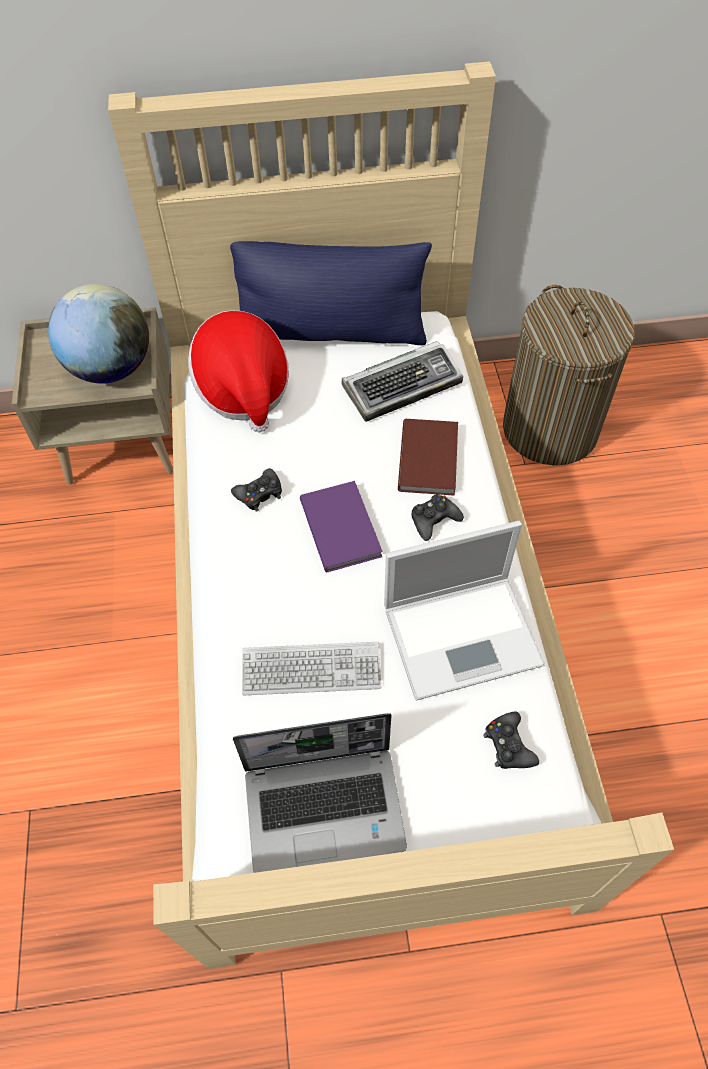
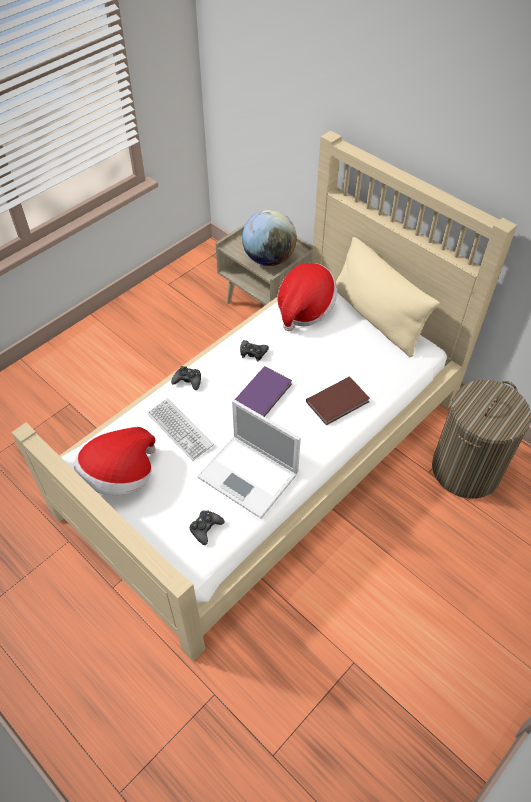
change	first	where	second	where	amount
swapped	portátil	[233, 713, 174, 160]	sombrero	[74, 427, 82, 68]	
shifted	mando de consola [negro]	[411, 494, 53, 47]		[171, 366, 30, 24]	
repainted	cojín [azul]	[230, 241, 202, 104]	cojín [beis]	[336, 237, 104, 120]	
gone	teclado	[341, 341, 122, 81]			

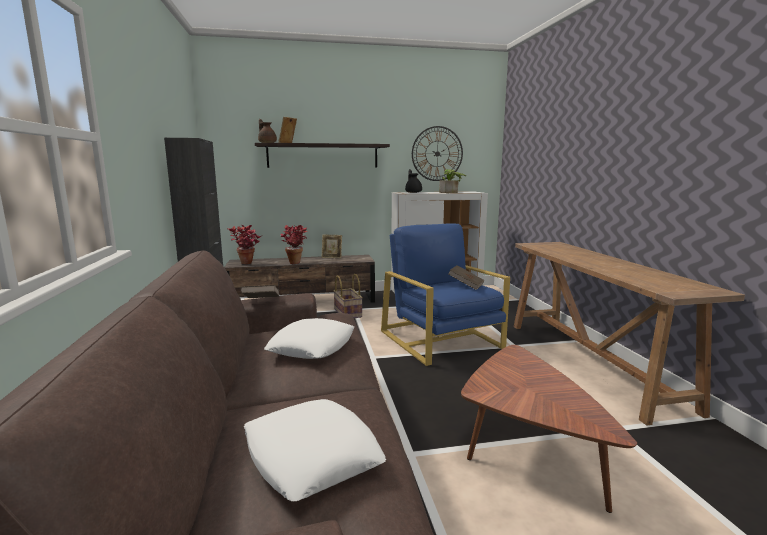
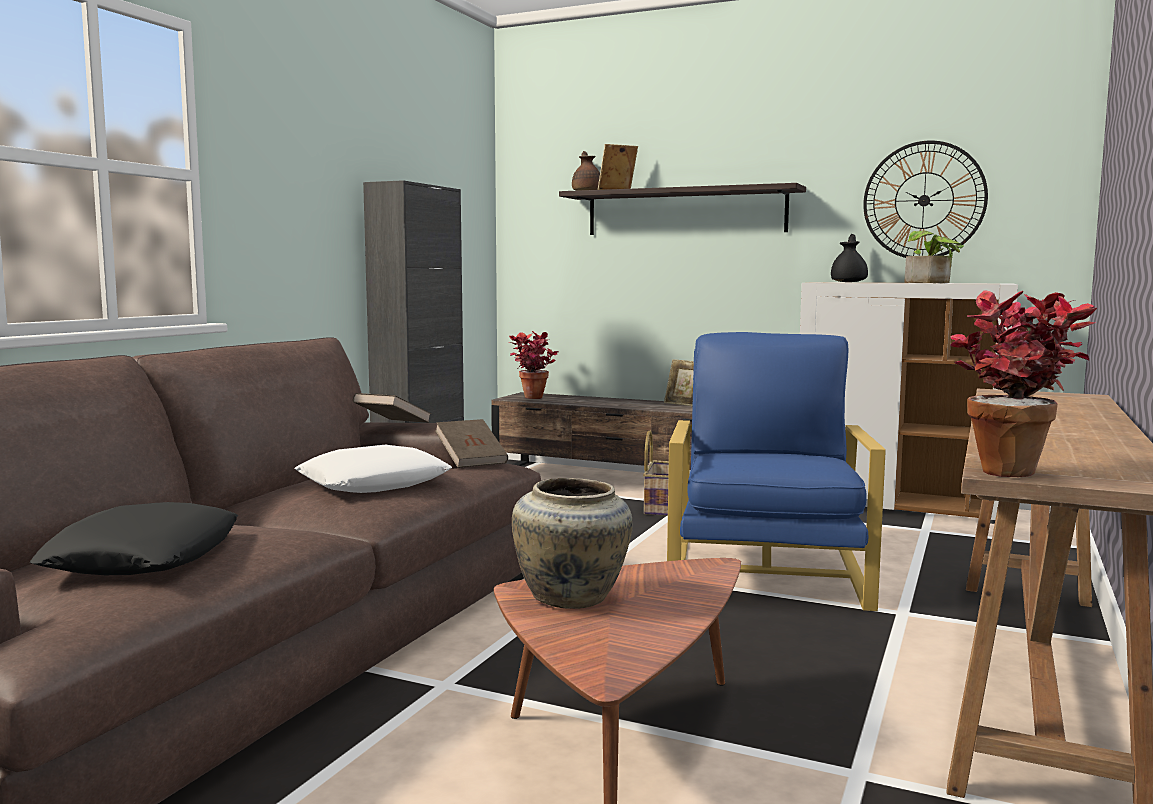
change	first	where	second	where	amount
repainted	cojín [blanco]	[244, 399, 142, 102]	cojín [negro]	[30, 502, 208, 73]	
shifted	libro [marrón]	[448, 265, 36, 25]		[435, 419, 73, 49]	
new			florero [beis]	[512, 478, 121, 131]	
shifted	planta en maceta	[280, 225, 27, 39]		[950, 290, 147, 187]	

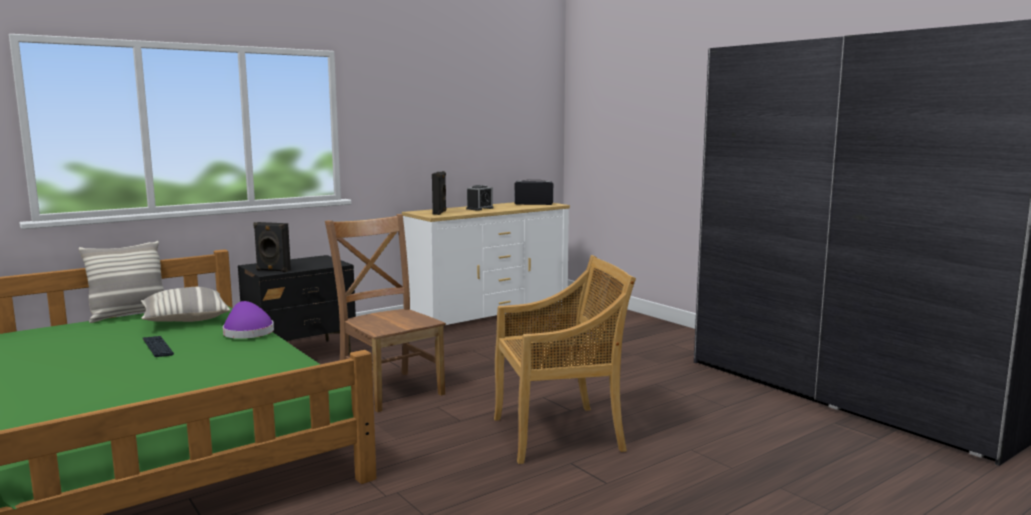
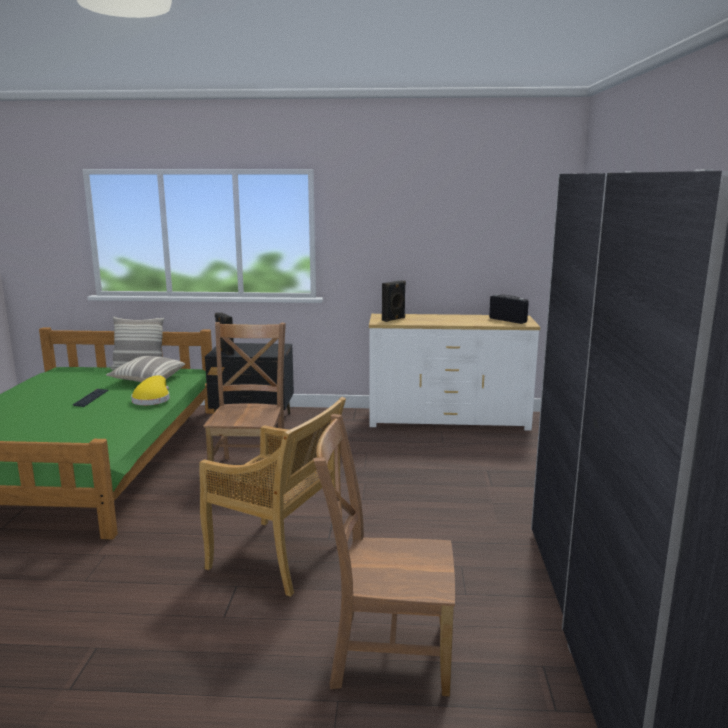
change	first	where	second	where	amount
repainted	sombrero [morado]	[223, 301, 51, 38]	sombrero [amarillo]	[131, 375, 39, 30]	
new			silla [marrón]	[313, 414, 142, 282]	
gone	despertador	[466, 185, 28, 26]			

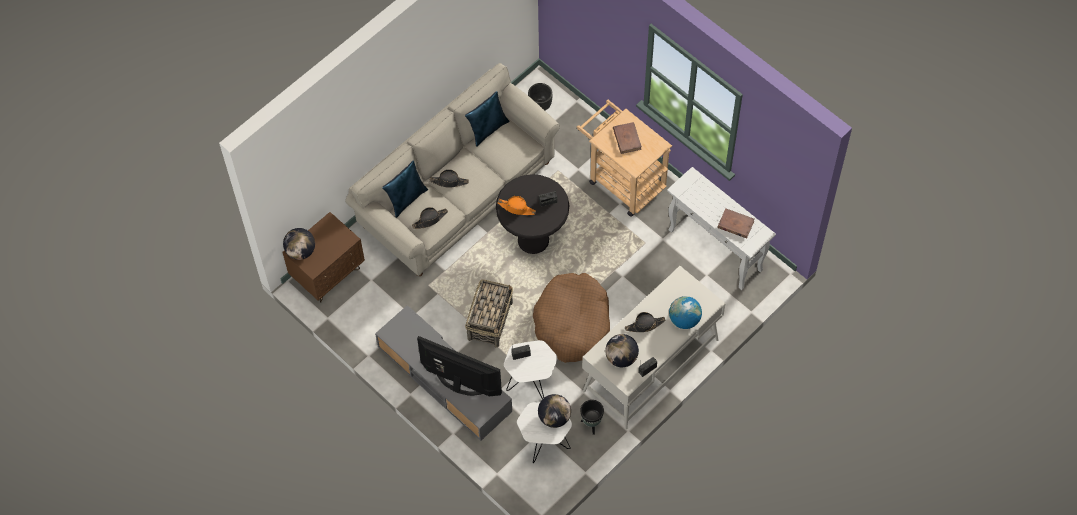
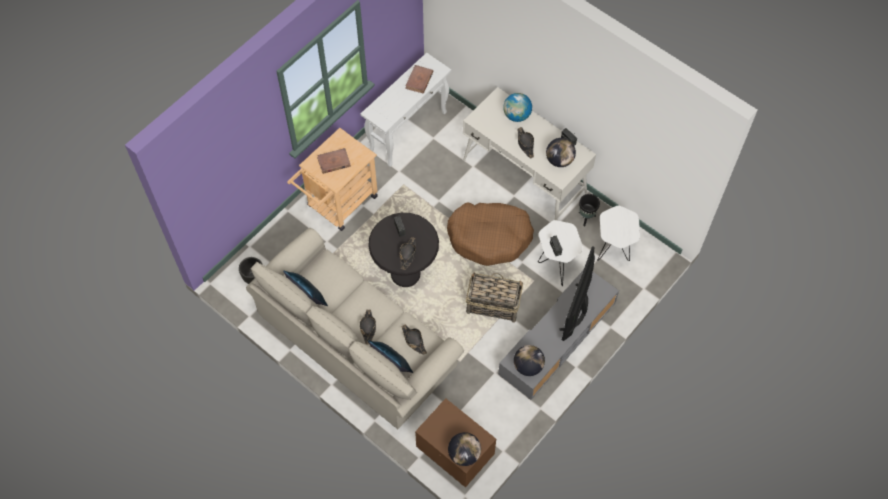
change	first	where	second	where	amount
repainted	sombrero [naranja]	[497, 196, 39, 19]	sombrero [negro]	[400, 237, 16, 33]	
shifted	globo terráqueo	[538, 394, 33, 34]		[514, 345, 31, 31]	

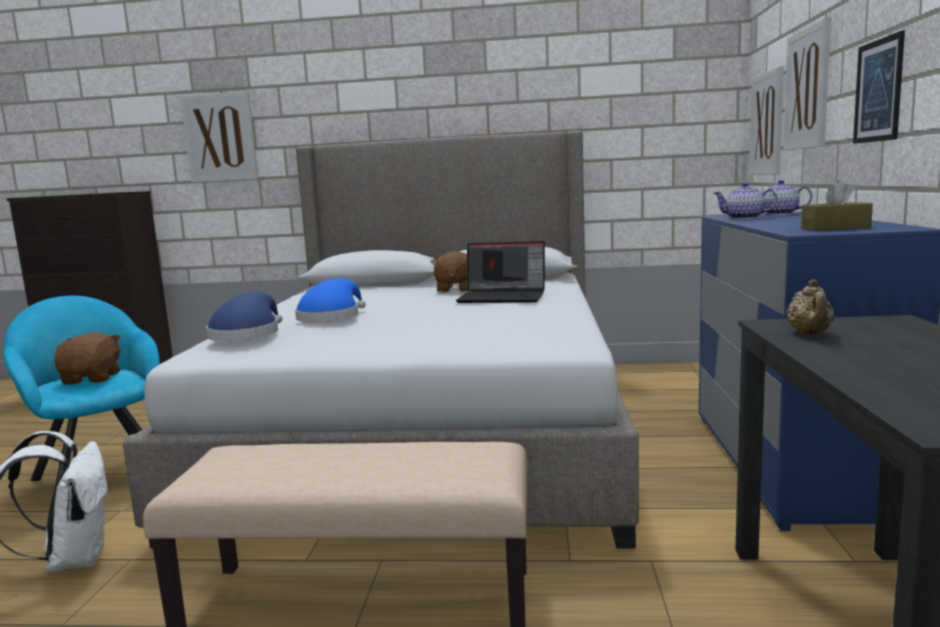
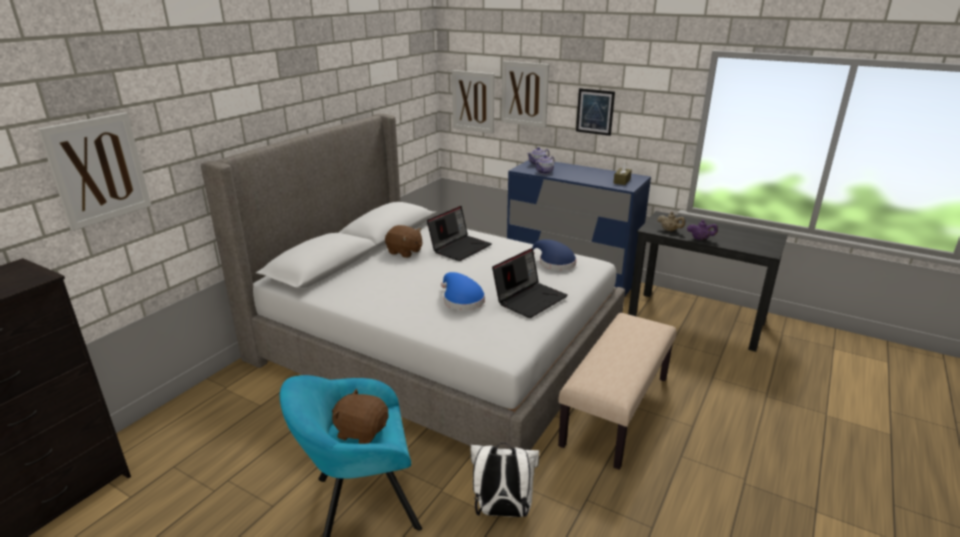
change	first	where	second	where	amount
new			portátil	[492, 248, 76, 70]	
shifted	sombrero [azul]	[206, 291, 76, 50]		[532, 239, 44, 31]	
new			tetera [morado]	[687, 220, 31, 20]	

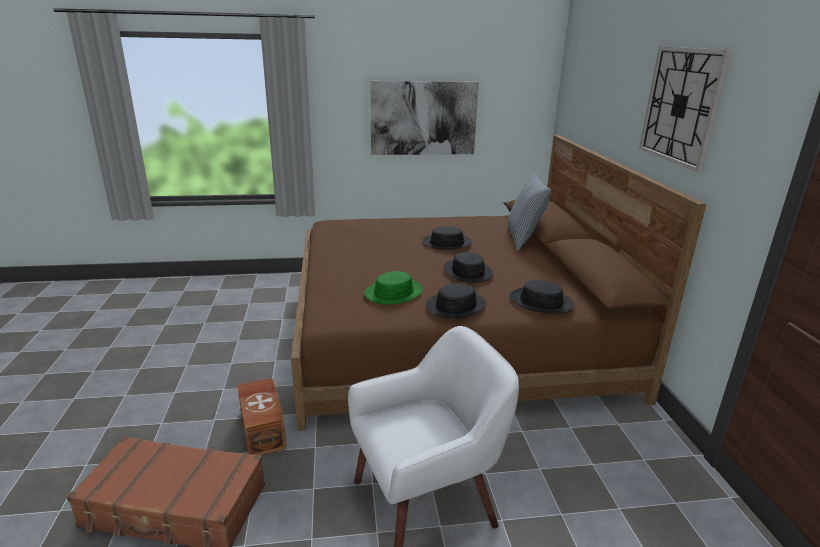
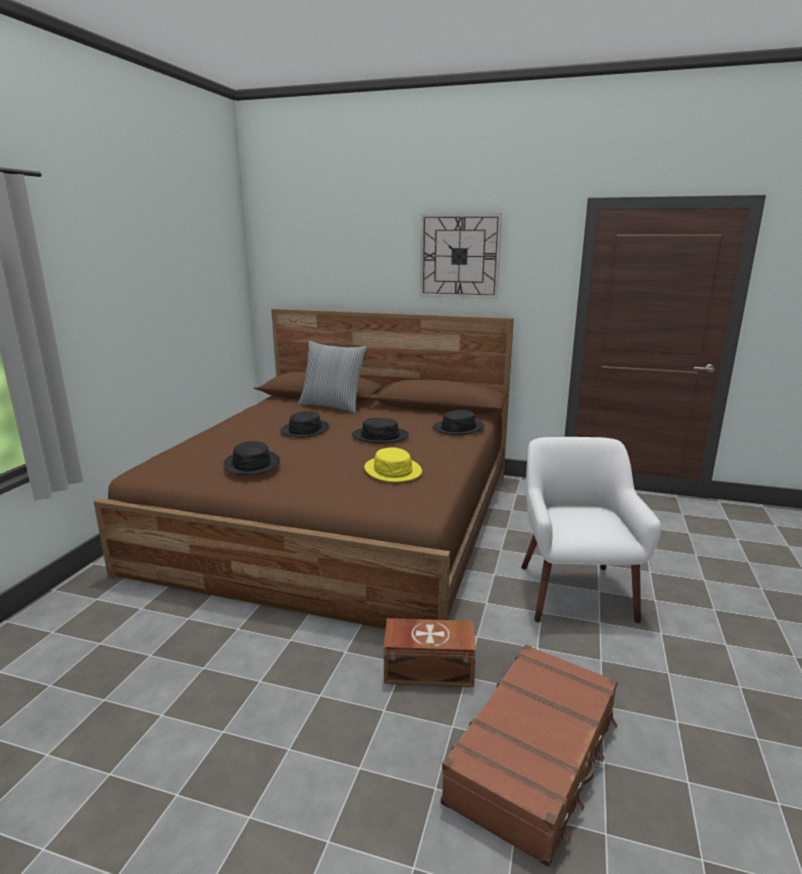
change	first	where	second	where	amount
shifted	sombrero [negro]	[426, 283, 61, 36]		[223, 441, 57, 34]	
repainted	sombrero [verde]	[364, 271, 59, 33]	sombrero [amarillo]	[364, 447, 58, 35]	
gone	cuadro	[370, 81, 109, 74]			

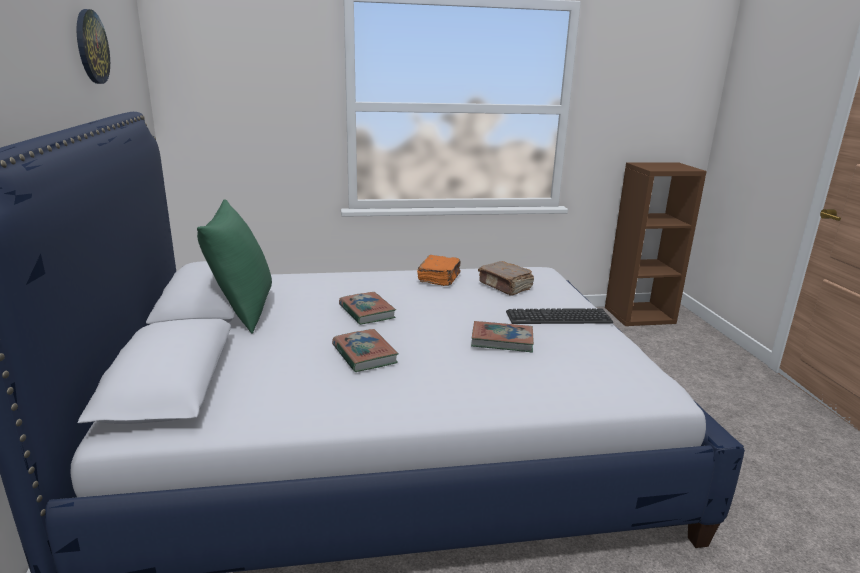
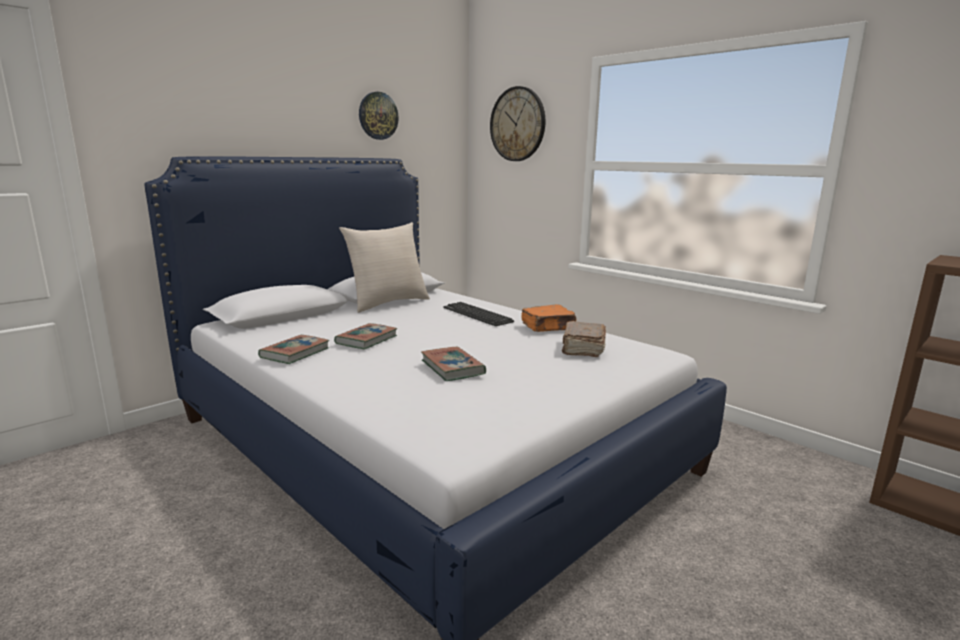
change	first	where	second	where	amount
shifted	libro	[339, 292, 57, 33]		[258, 335, 71, 29]	
repainted	cojín [verde]	[197, 200, 75, 134]	cojín [beis]	[339, 222, 91, 91]	
shifted	teclado	[506, 308, 107, 16]		[443, 302, 71, 24]	
new			reloj de pared	[490, 86, 55, 75]	

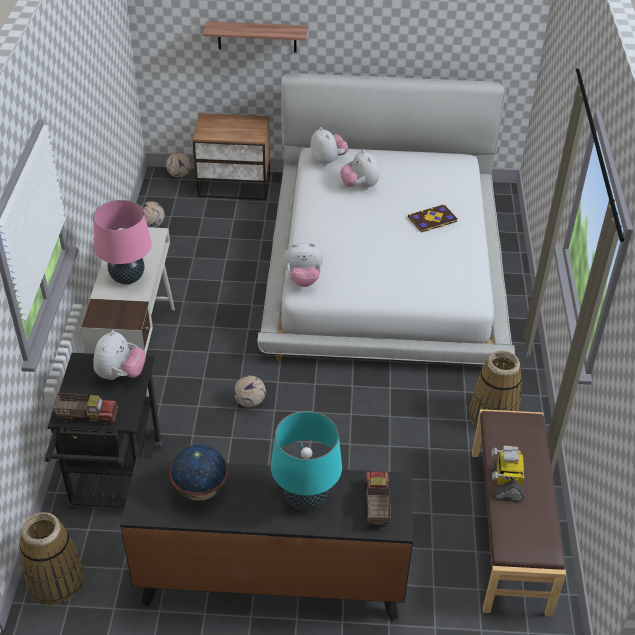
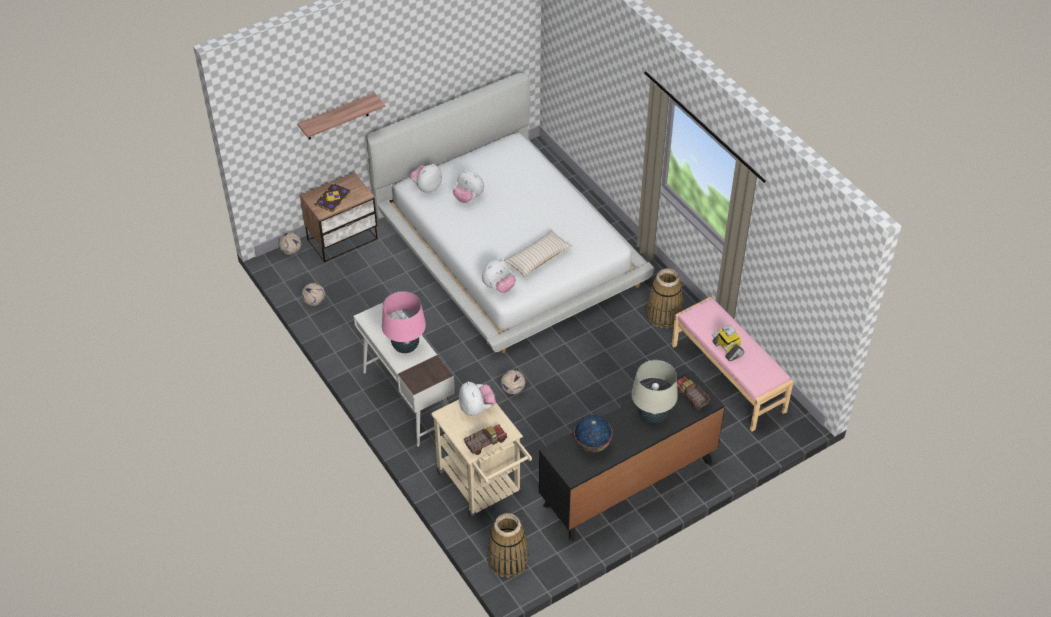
change	first	where	second	where	amount
shifted	libro	[408, 204, 50, 28]		[314, 183, 37, 29]	
rotated	peluche	[310, 127, 38, 39]		[410, 164, 32, 29]	75 degrees counterclockwise
repainted	carrito [negro]	[45, 353, 118, 156]	carrito [beis]	[431, 399, 101, 119]	
new			cojín [beis]	[505, 230, 67, 47]	
repainted	lámpara de mesa [turquesa]	[271, 411, 71, 100]	lámpara de mesa [beis]	[631, 360, 47, 64]	
repainted	banco [marrón]	[472, 409, 94, 208]	banco [rosa]	[672, 297, 122, 135]	

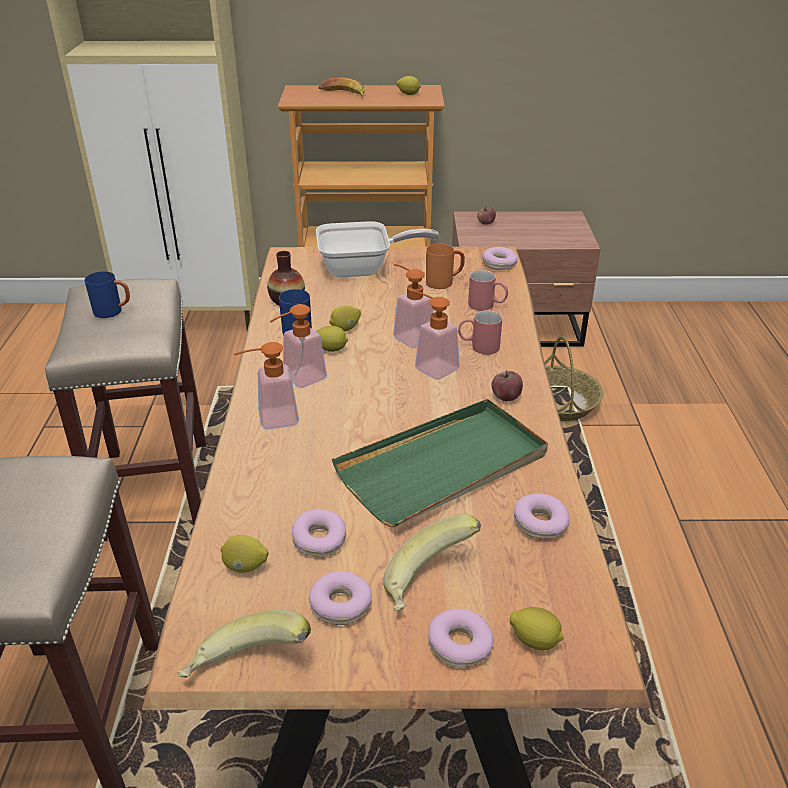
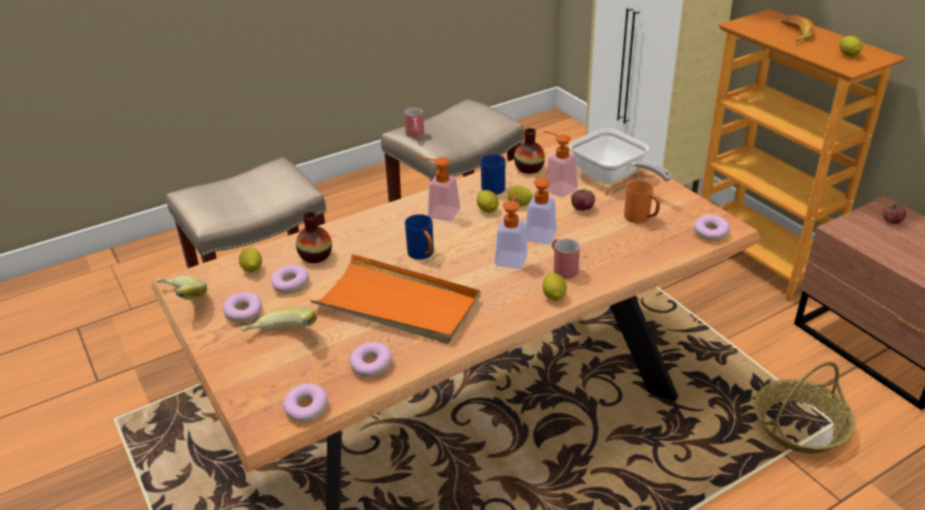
change	first	where	second	where	amount
shifted	rosquilla	[428, 609, 66, 59]		[283, 383, 45, 39]	
new			florero	[296, 212, 36, 51]	
repainted	bandeja [verde]	[332, 399, 216, 128]	bandeja [naranja]	[310, 254, 171, 90]	
shifted	taza grande [rojo]	[468, 270, 40, 41]		[404, 108, 20, 30]	
shifted	taza grande [azul]	[84, 271, 46, 47]		[405, 214, 29, 46]	
shifted	dispensador de jabón	[234, 342, 65, 88]		[543, 131, 35, 66]	
shifted	limón	[510, 607, 54, 43]		[543, 273, 24, 28]	
shifted	manzana	[492, 370, 31, 31]		[571, 189, 24, 22]	

